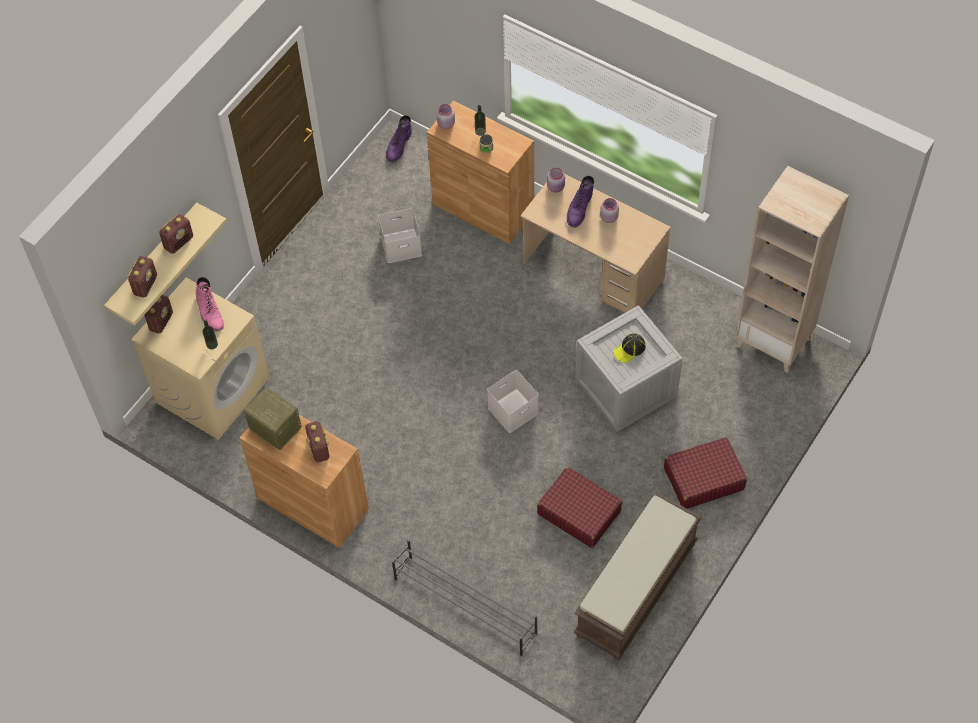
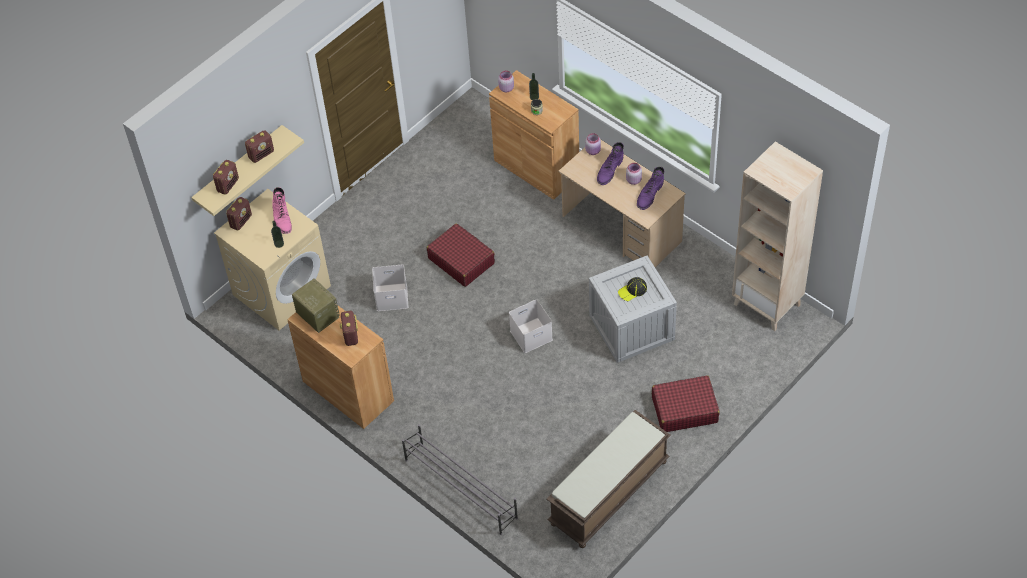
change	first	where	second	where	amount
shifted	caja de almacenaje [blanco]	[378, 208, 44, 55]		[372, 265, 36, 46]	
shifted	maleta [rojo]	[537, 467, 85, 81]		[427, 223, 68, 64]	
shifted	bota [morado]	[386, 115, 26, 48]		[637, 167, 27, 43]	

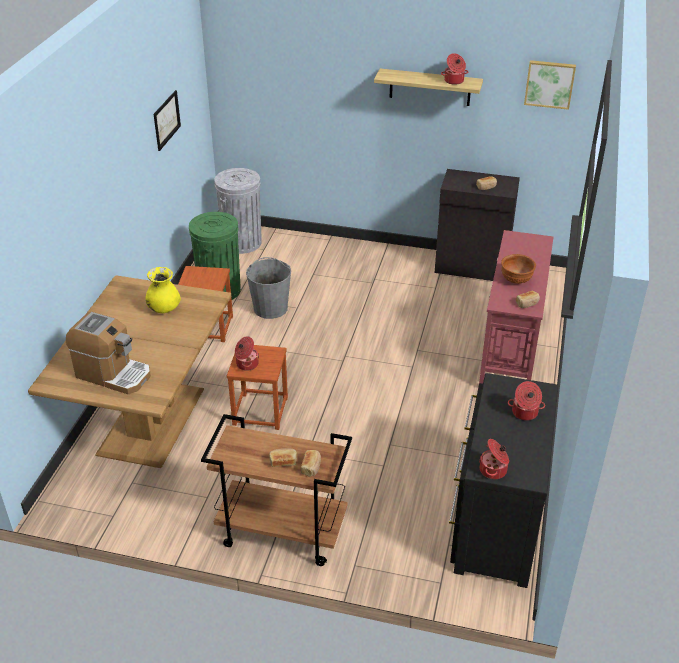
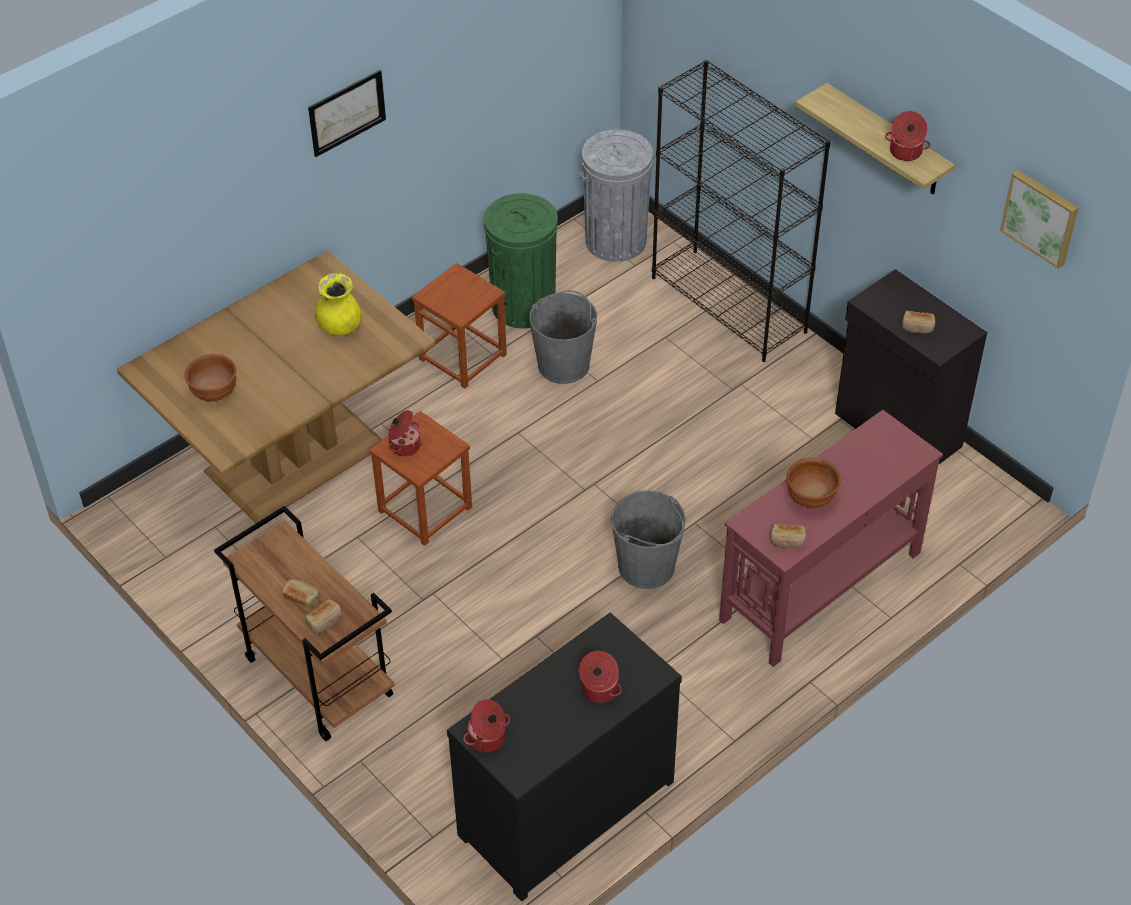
change	first	where	second	where	amount
swapped	cafetera	[66, 312, 85, 82]	cuenco [marrón]	[184, 354, 52, 48]	
shifted	cuadro	[154, 90, 27, 61]		[308, 70, 78, 87]	
new			cubo [gris]	[611, 490, 75, 99]	
new			estantería [negro]	[652, 60, 179, 302]	

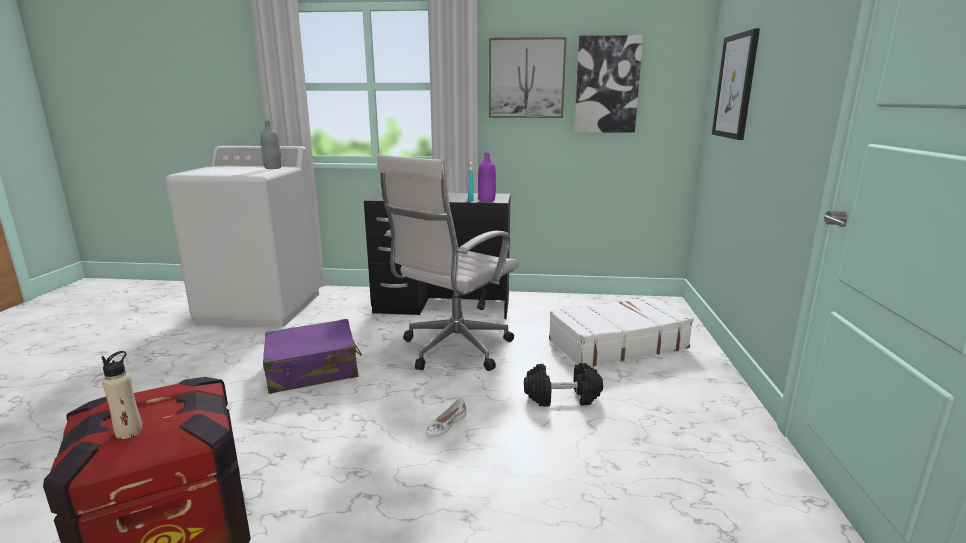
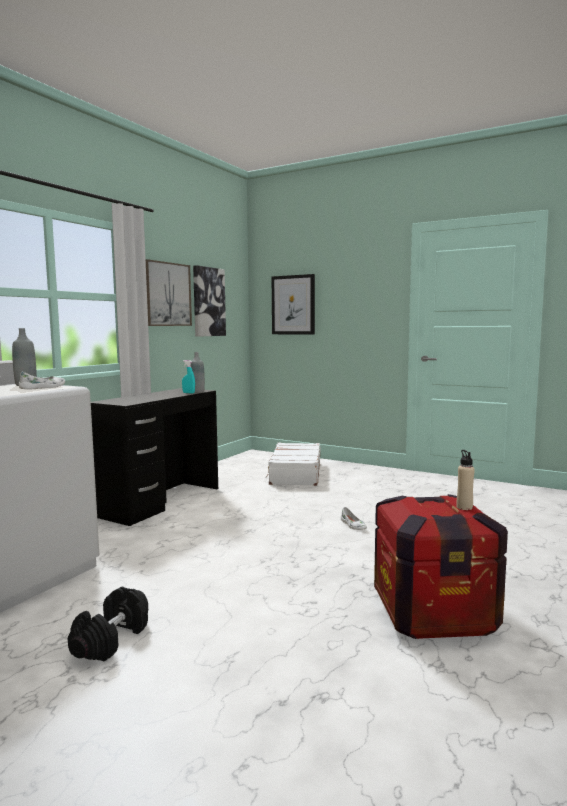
change	first	where	second	where	amount
new			zapato [blanco]	[19, 372, 46, 18]	
shifted	mancuerna [negro]	[524, 363, 79, 43]		[68, 587, 80, 75]	
repainted	botella [morado]	[478, 153, 18, 49]	botella [gris]	[190, 352, 15, 40]	
gone	maleta [morado]	[263, 319, 99, 75]			
gone	silla de oficina [blanco]	[377, 154, 142, 217]			

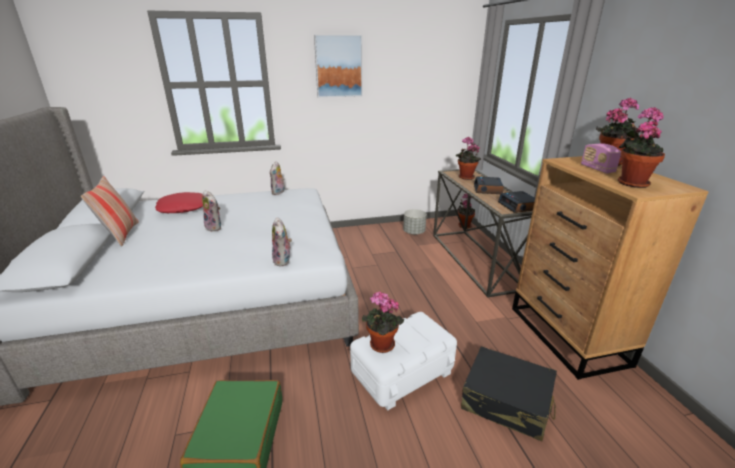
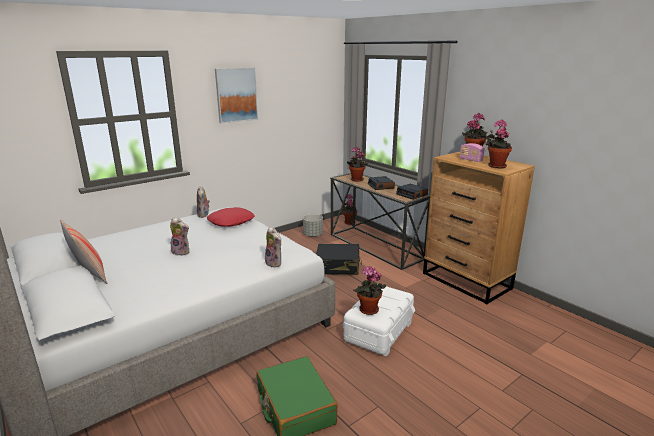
change	first	where	second	where	amount
shifted	cojín [rojo]	[155, 192, 48, 21]		[207, 207, 48, 20]	
shifted	maleta [negro]	[461, 346, 96, 96]		[316, 244, 46, 31]	

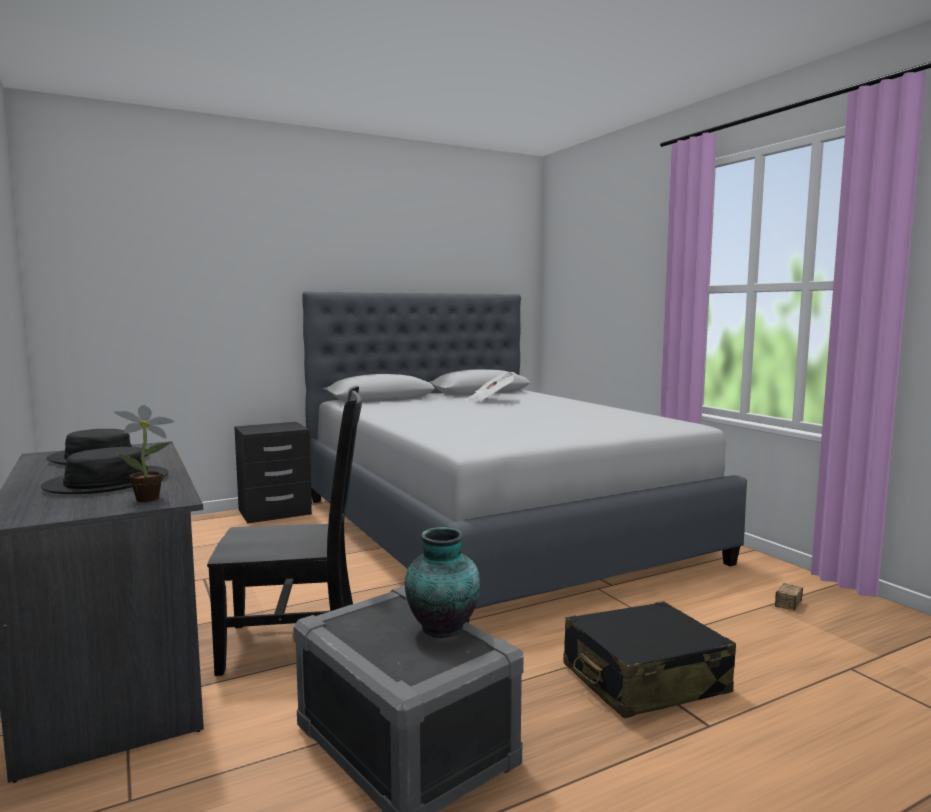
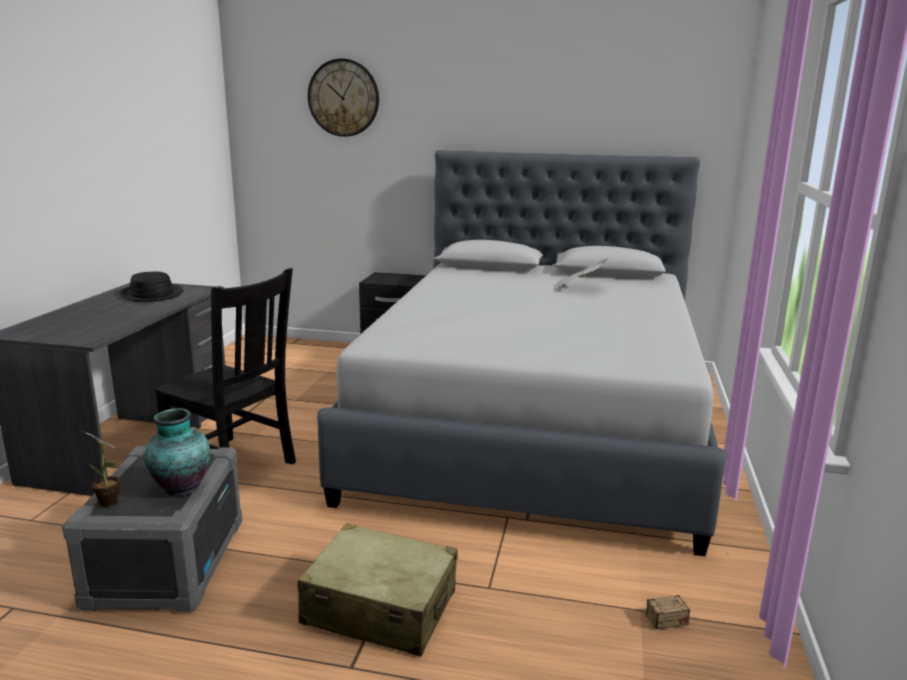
change	first	where	second	where	amount
shifted	planta en maceta	[114, 405, 61, 97]		[79, 430, 43, 76]	
repainted	maleta [negro]	[563, 601, 173, 117]	maleta [beis]	[298, 523, 160, 134]	
new			reloj de pared	[308, 58, 71, 79]	
gone	sombrero [negro]	[41, 447, 127, 47]			

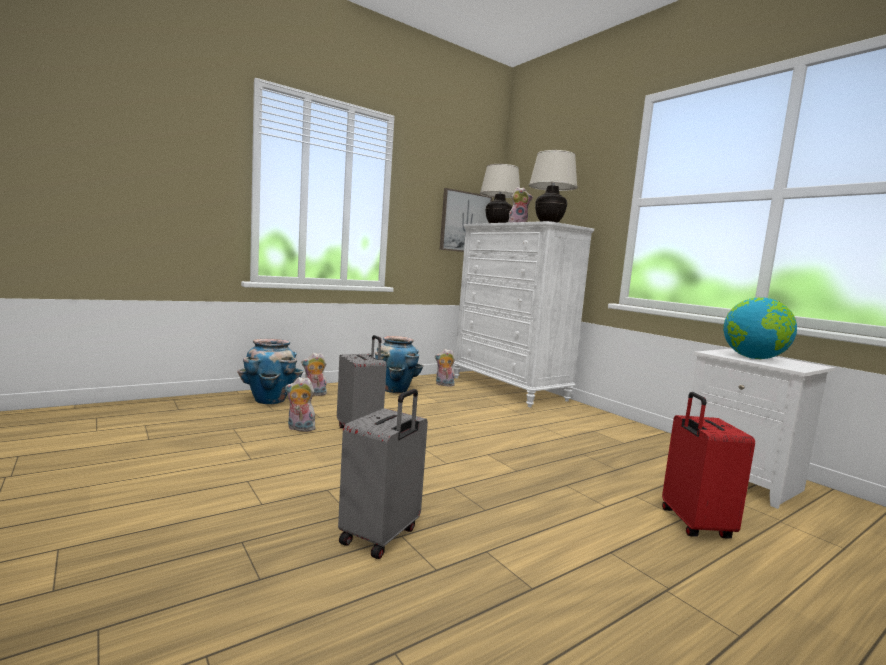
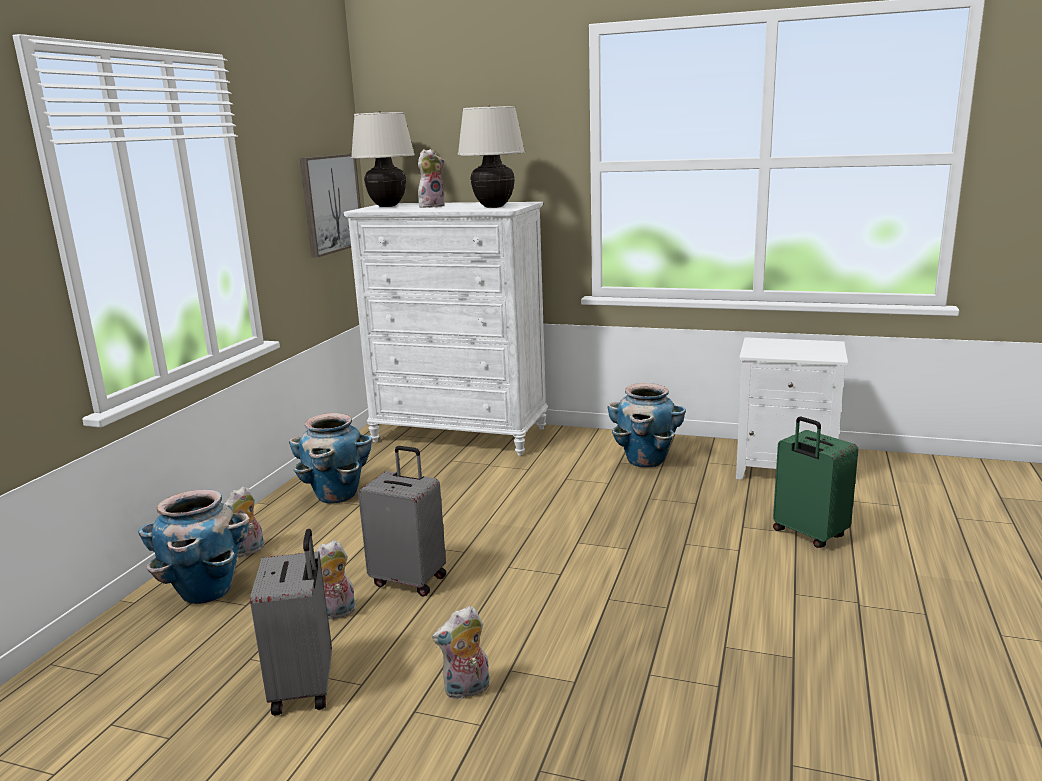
change	first	where	second	where	amount
shifted	maleta [gris]	[338, 389, 90, 170]		[250, 529, 82, 187]	
shifted	peluche	[435, 349, 20, 38]		[432, 606, 58, 93]	
new			maceta	[608, 383, 78, 84]	
repainted	maleta [rojo]	[662, 392, 93, 147]	maleta [verde]	[773, 417, 85, 131]	
gone	globo terráqueo	[723, 297, 74, 62]			

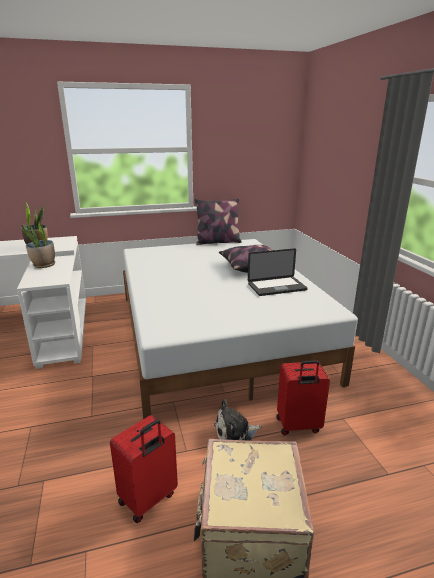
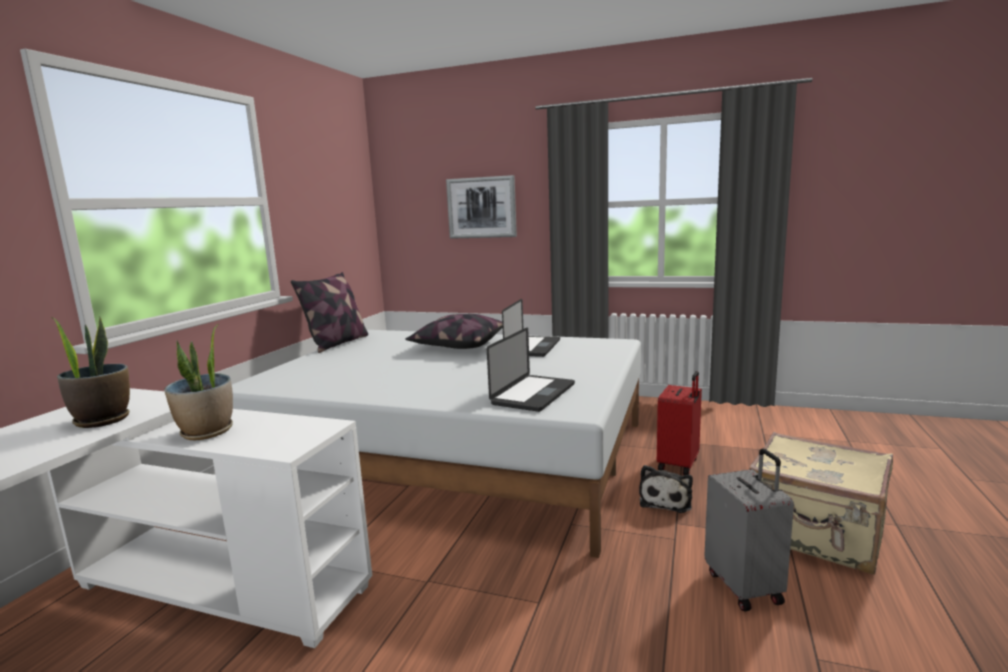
change	first	where	second	where	amount
new			cuadro	[446, 175, 71, 64]	
new			portátil	[487, 328, 88, 84]	
repainted	maleta [rojo]	[110, 415, 68, 108]	maleta [gris]	[705, 448, 89, 163]	

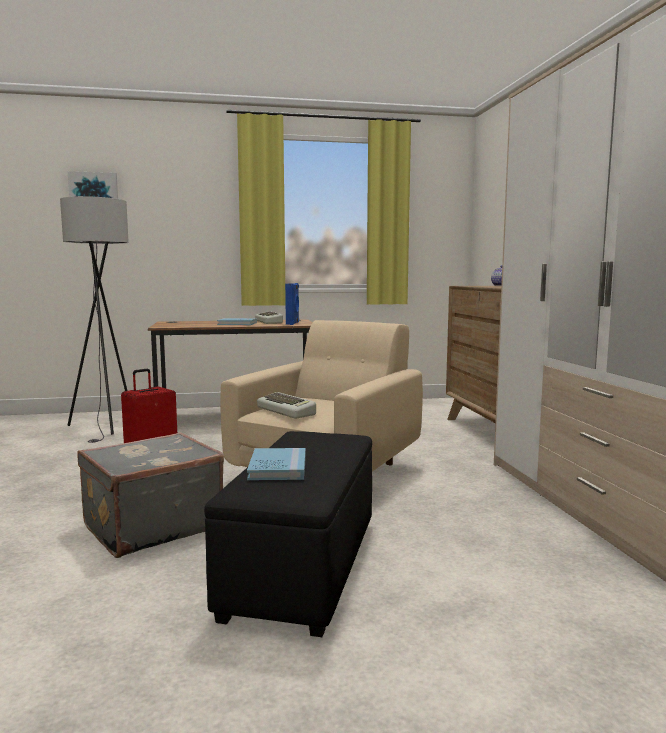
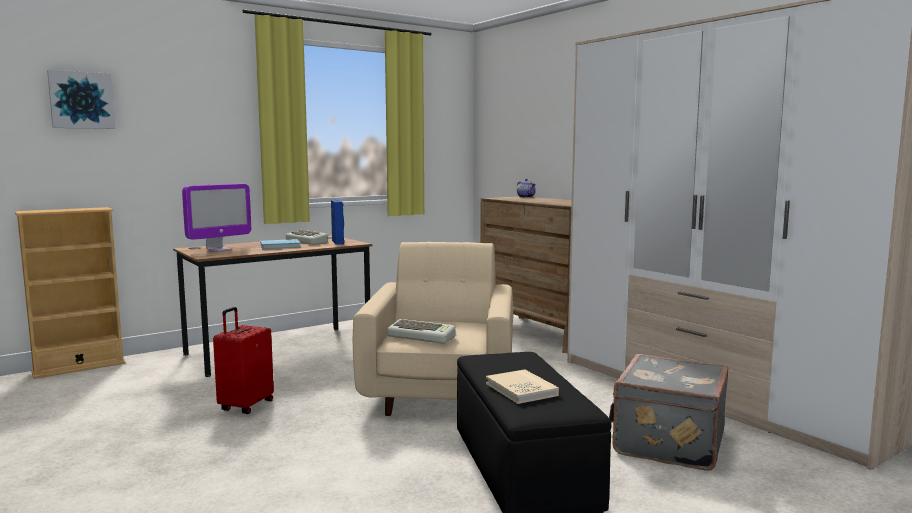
change	first	where	second	where	amount
new			estantería [beis]	[15, 207, 110, 172]	
new			monitor	[182, 184, 69, 68]	
repainted	libro [azul]	[247, 448, 59, 32]	libro [beis]	[486, 369, 73, 35]	
shifted	maleta [gris]	[77, 432, 147, 126]		[609, 354, 119, 117]	
gone	lámpara de pie [gris]	[60, 196, 69, 247]			

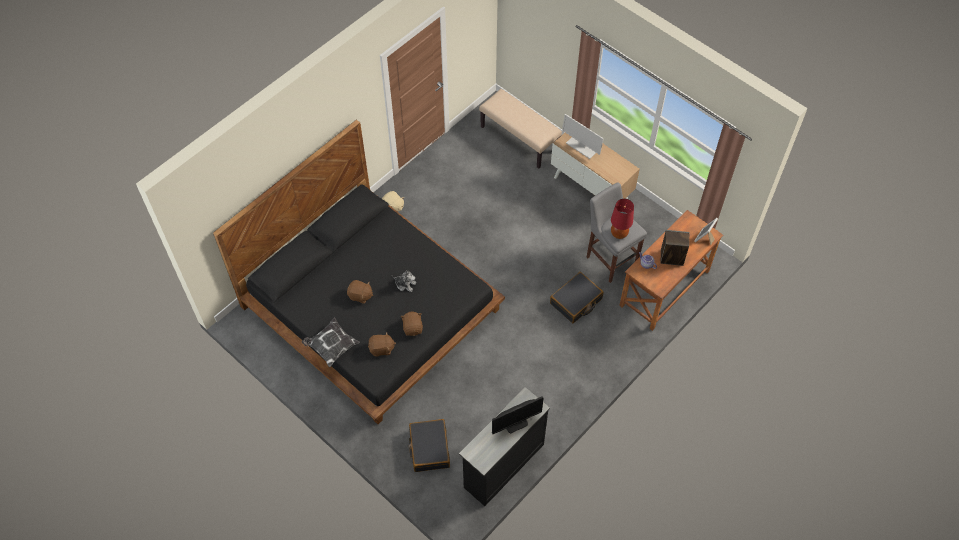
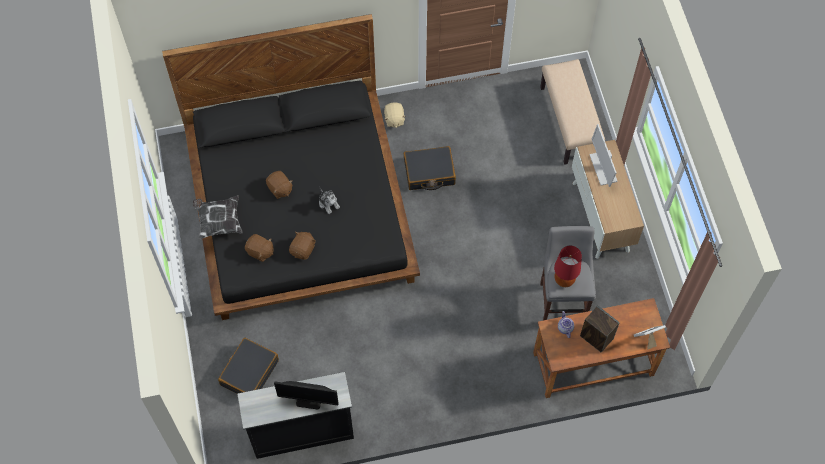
change	first	where	second	where	amount
shifted	maleta [negro]	[550, 272, 53, 51]		[404, 146, 52, 44]	

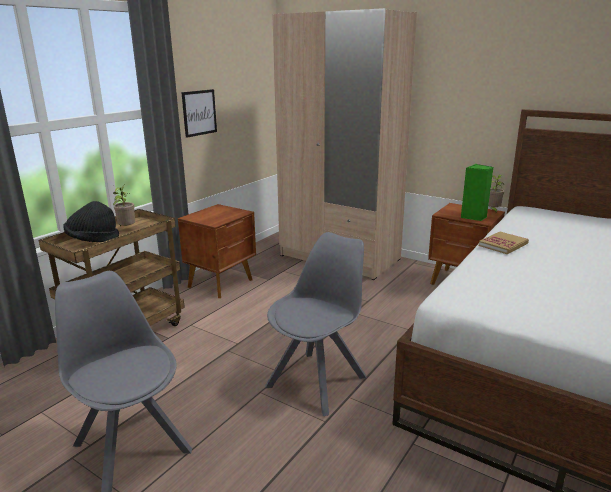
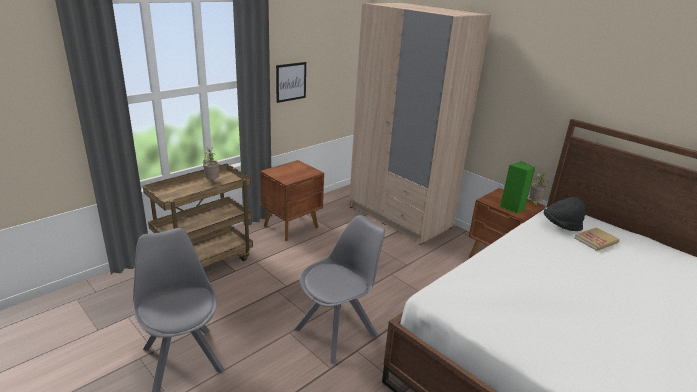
change	first	where	second	where	amount
shifted	sombrero [negro]	[64, 201, 55, 41]		[543, 197, 42, 34]	
shifted	libro	[479, 232, 50, 22]		[574, 227, 46, 24]	

